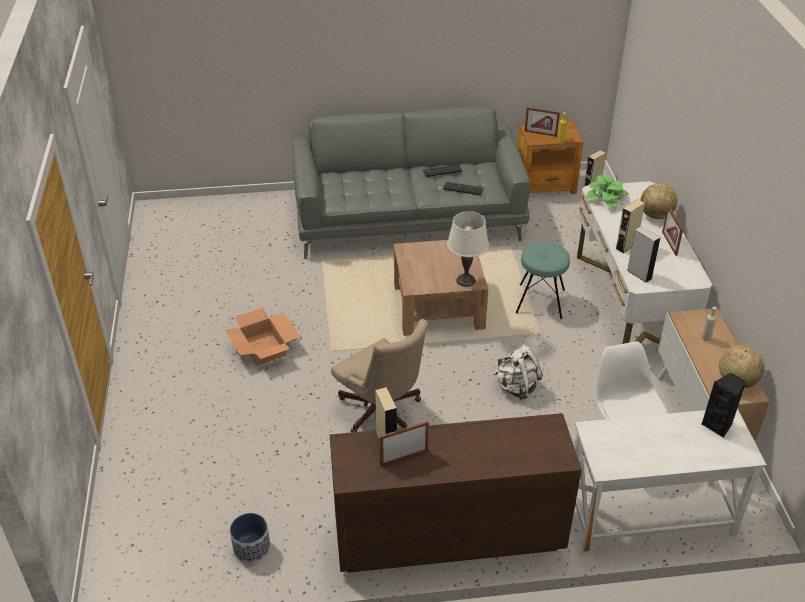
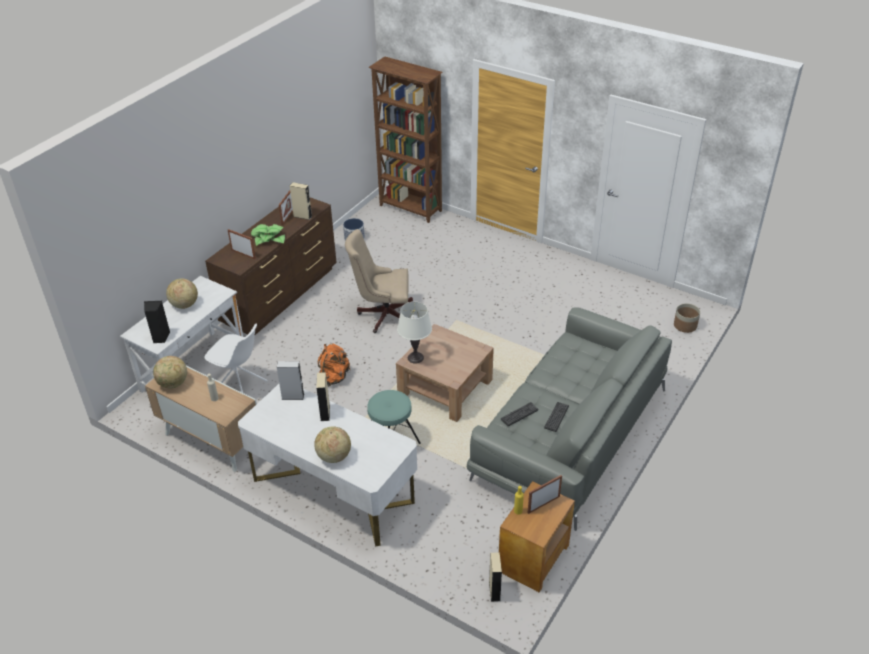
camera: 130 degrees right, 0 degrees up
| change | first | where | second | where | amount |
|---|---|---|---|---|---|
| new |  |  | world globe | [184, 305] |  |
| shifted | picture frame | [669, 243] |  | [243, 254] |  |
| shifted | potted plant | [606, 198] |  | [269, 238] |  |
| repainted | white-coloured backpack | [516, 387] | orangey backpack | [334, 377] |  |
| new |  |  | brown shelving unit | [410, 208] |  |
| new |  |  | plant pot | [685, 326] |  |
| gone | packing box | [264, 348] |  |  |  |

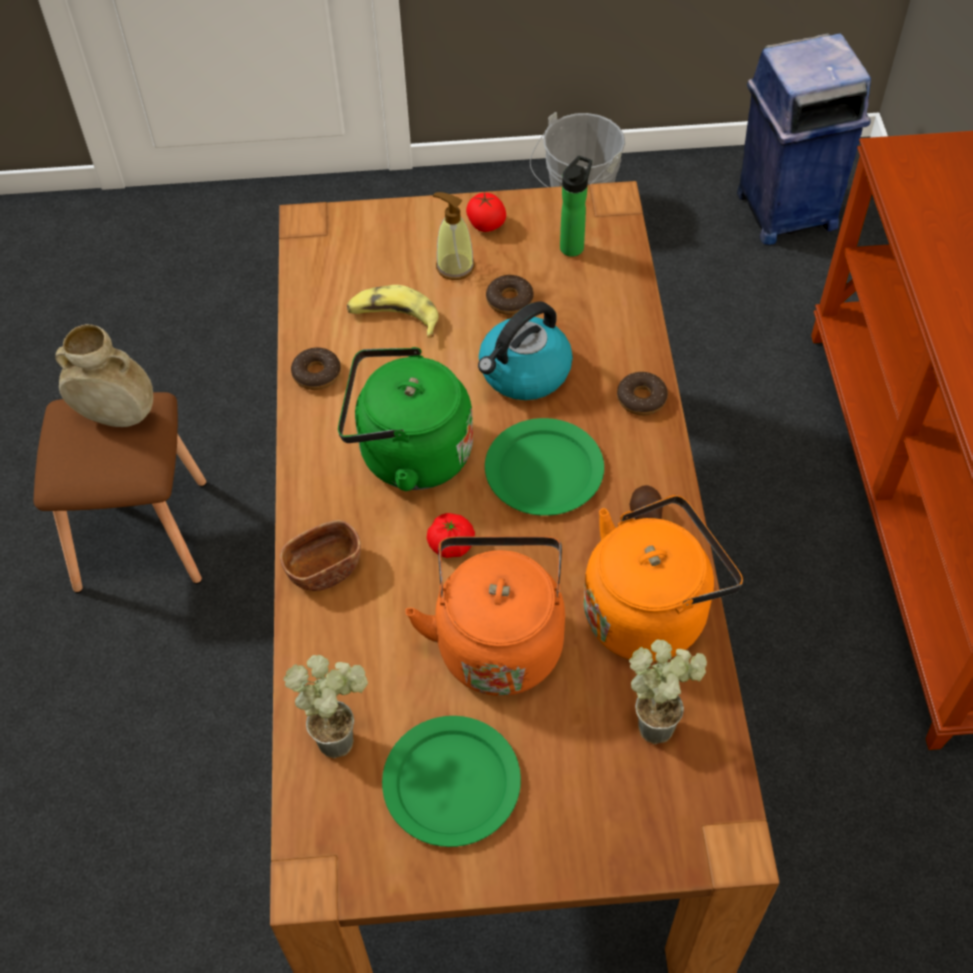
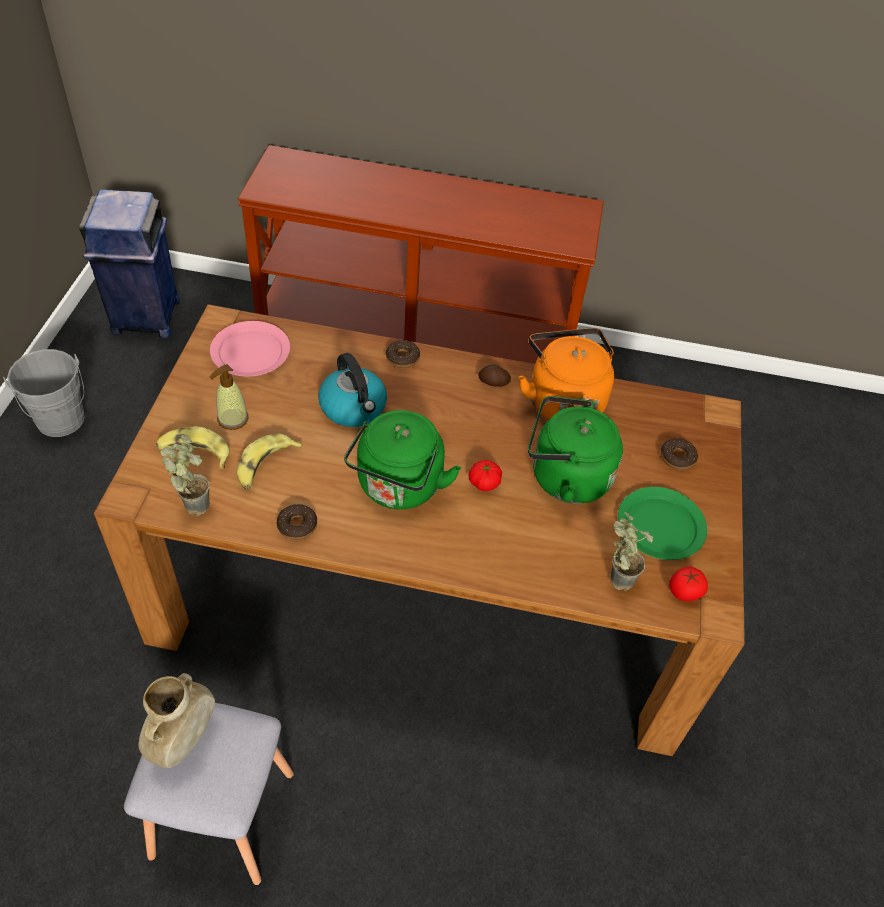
camera: 80 degrees left, 5 degrees down
| change | first | where | second | where | amount |
|---|---|---|---|---|---|
| repainted | brown stool | [140, 532] | greyish stool | [220, 815] |  |
| new |  |  | banana | [194, 453] |  |
| shifted | potted plant | [661, 720] |  | [193, 502] |  |
| swapped | bottle | [573, 245] | pink-coloured plate | [250, 351] |  |
| repainted | orangey tea kettle | [498, 640] | green tea kettle | [564, 477] |  |
| shifted | ring doughnut | [509, 300] |  | [677, 457] |  |
| shifted | whole tomato | [486, 224] |  | [684, 592] |  |
| gone | brown bowl | [324, 568] |  |  |  |
| gone | green plate | [543, 470] |  |  |  |

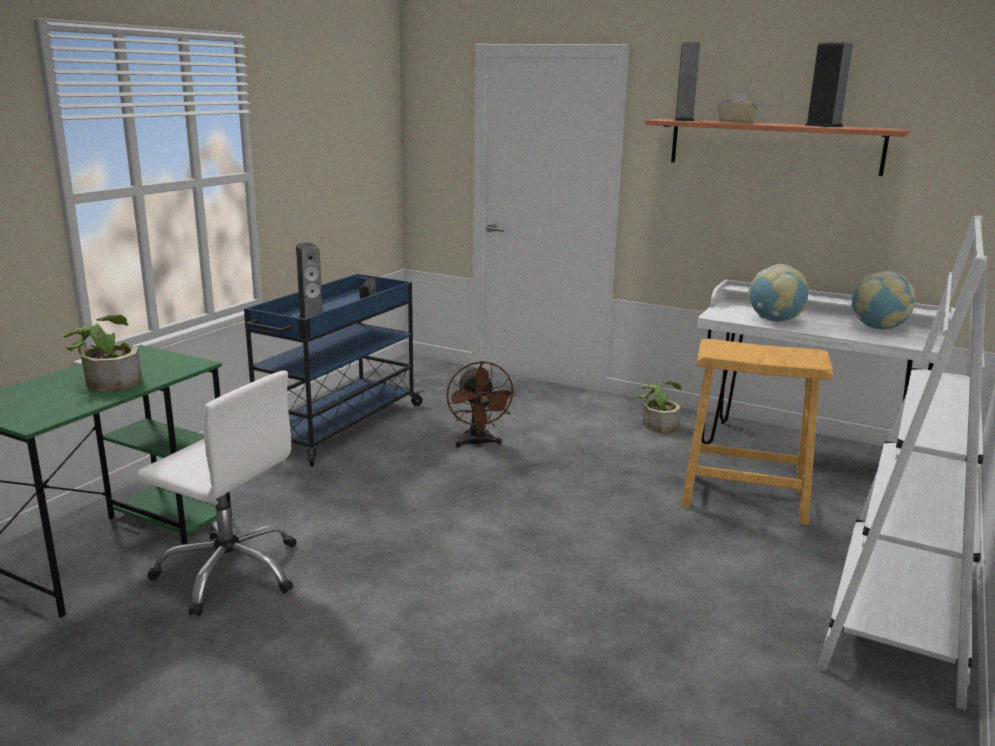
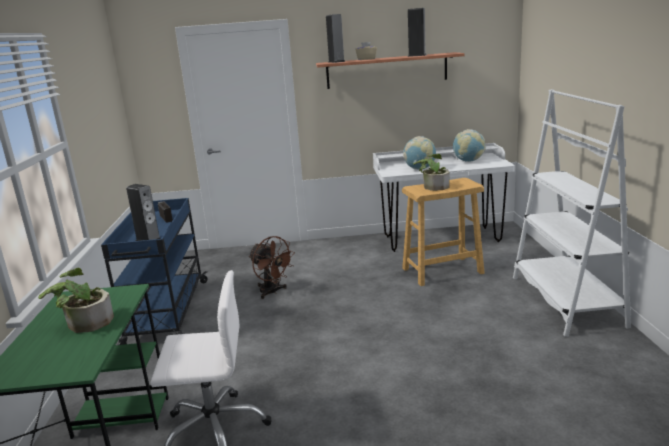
camera: 30 degrees left, 0 degrees up
| change | first | where | second | where | amount |
|---|---|---|---|---|---|
| shifted | potted plant | [658, 424] |  | [433, 186] |  |

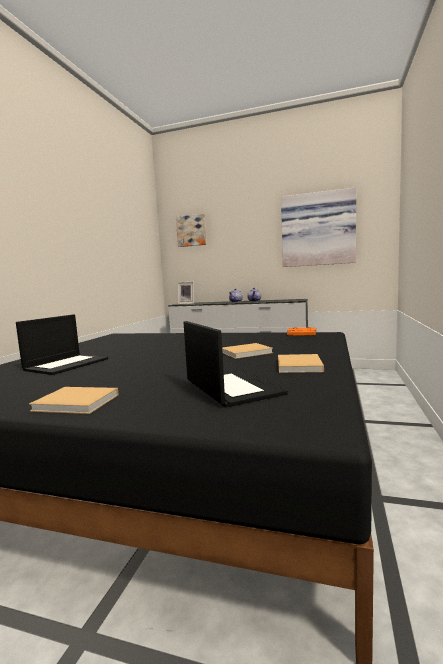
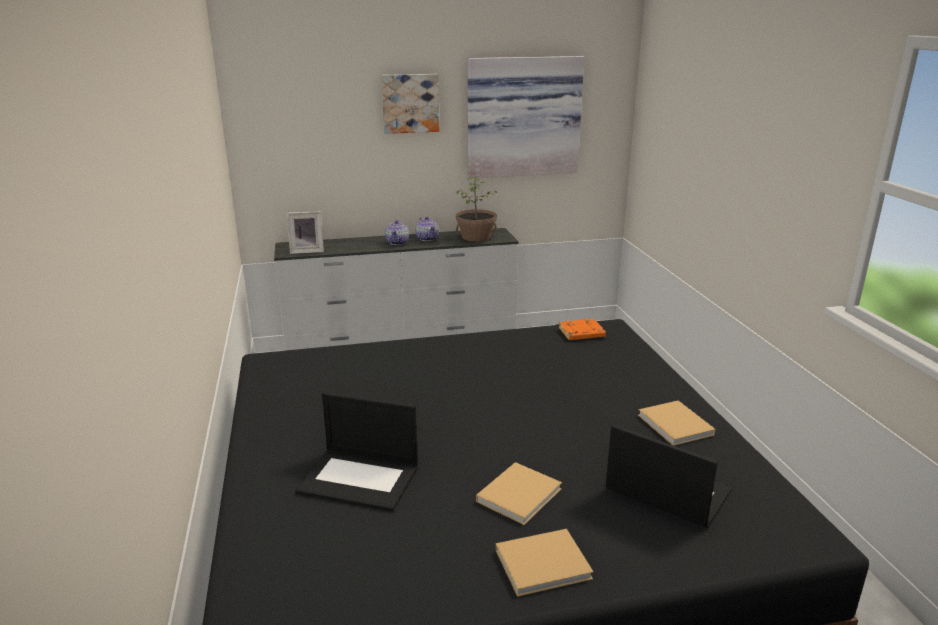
camera: 30 degrees left, 15 degrees up
| change | first | where | second | where | amount |
|---|---|---|---|---|---|
| rotated | laptop | [67, 364] |  | [360, 479] | 105 degrees clockwise |
| shifted | picture | [191, 230] |  | [410, 103] |  |
| new |  |  | potted plant | [476, 237] |  |
| shifted | beige book | [247, 352] |  | [520, 494] |  |

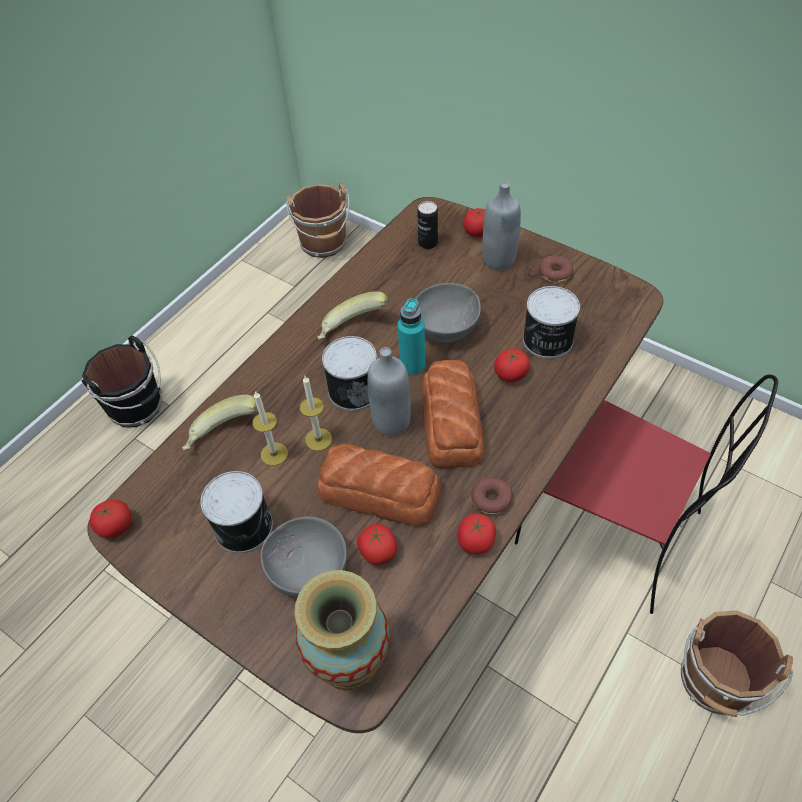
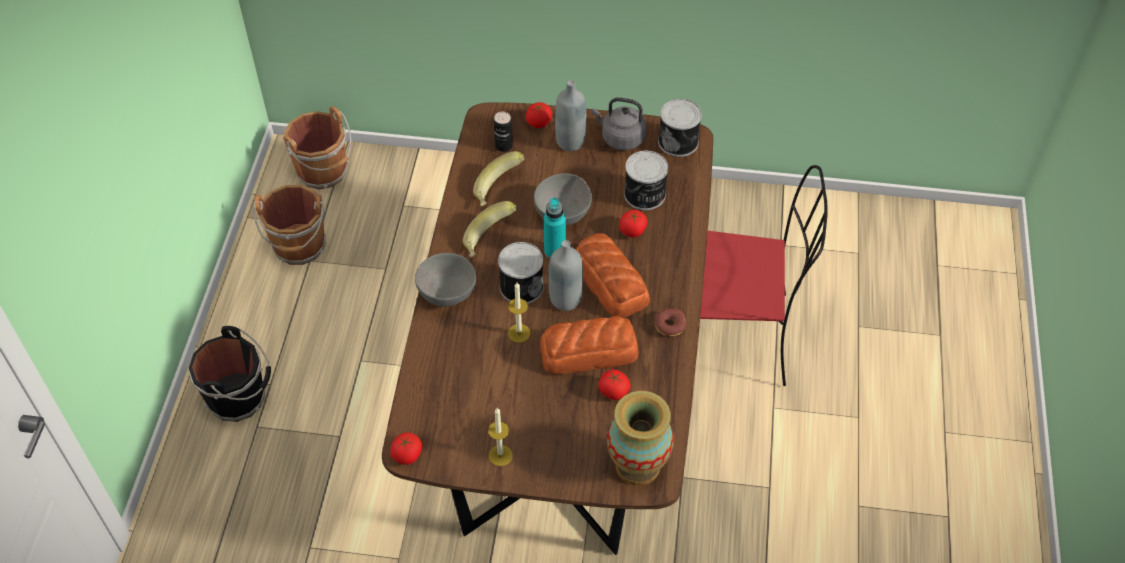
camera: 30 degrees left, 0 degrees up
| change | first | where | second | where | amount |
|---|---|---|---|---|---|
| shifted | brown water bucket | [715, 683] |  | [299, 247] |  |
| shifted | greyish bowl | [307, 569] |  | [445, 292] |  |
| shifted | banana | [224, 436] |  | [499, 190] |  |
| shifted | candle | [274, 454] |  | [500, 455] |  |
| swapped | ring doughnut | [555, 273] | greyish tea kettle | [621, 138] |  |
| shifted | can | [245, 526] |  | [679, 141] |  |
| gone | whole tomato | [476, 541] |  |  |  |

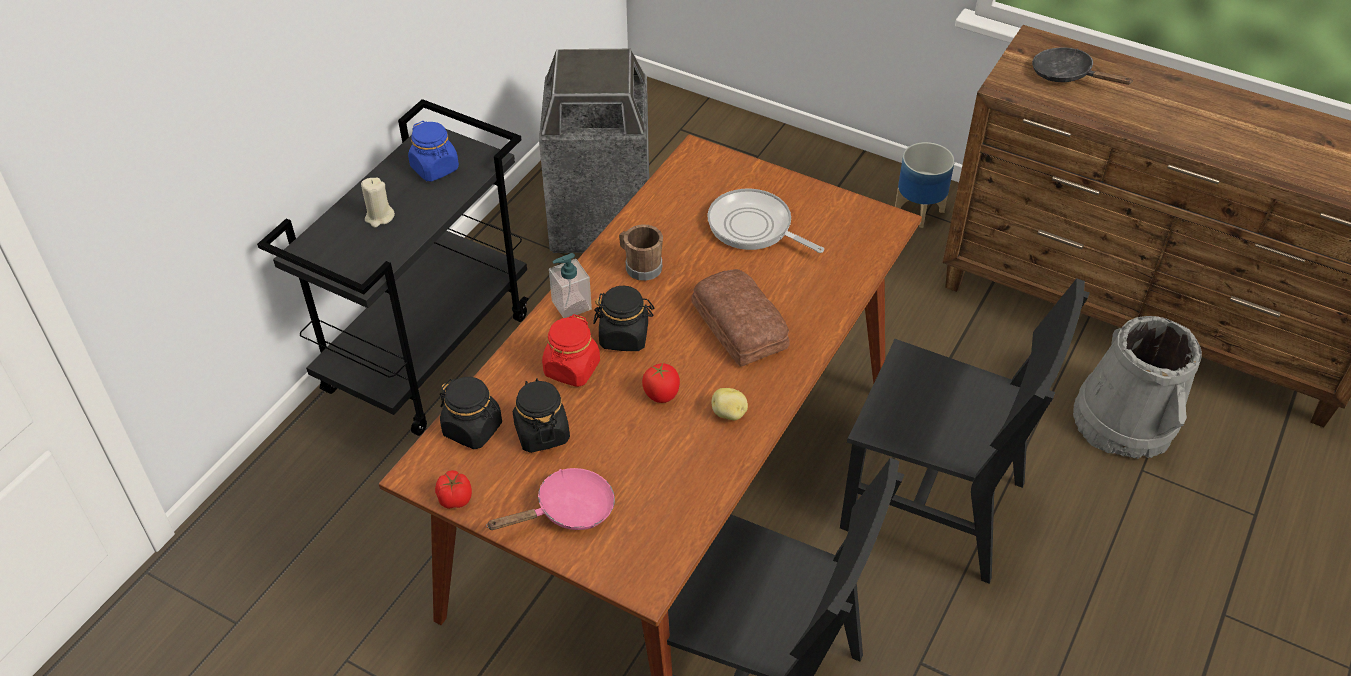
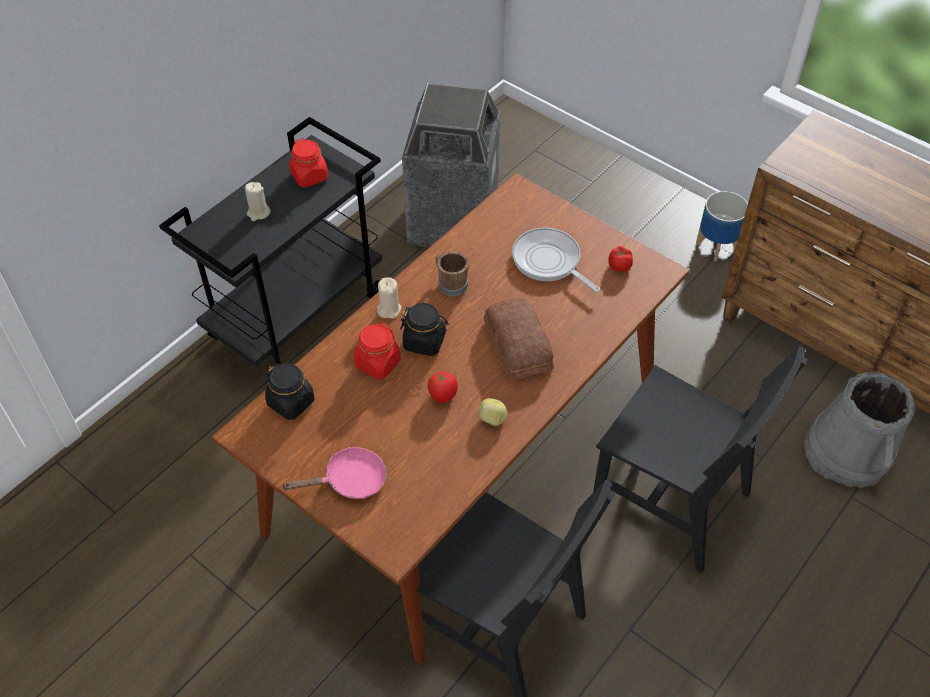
camera: 10 degrees right, 5 degrees up
| change | first | where | second | where | amount |
|---|---|---|---|---|---|
| repainted | bluish preserve jar | [435, 168] | reddish preserve jar | [310, 176] |  |
| swapped | soap dispenser | [571, 305] | beige candle | [389, 309] |  |
| shifted | whole tomato | [455, 498] |  | [619, 265] |  |
| gone | black preserve jar | [541, 433] |  |  |  |
| gone | black skillet | [1067, 75] |  |  |  |

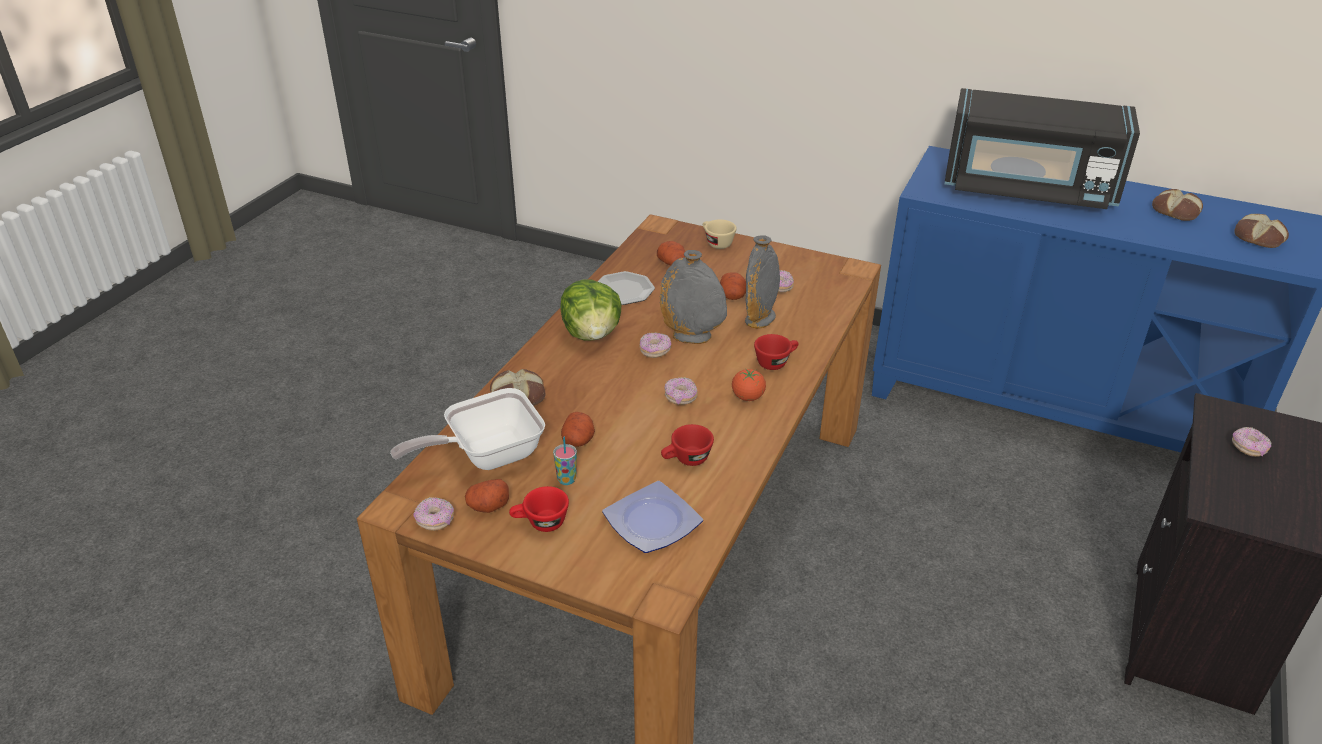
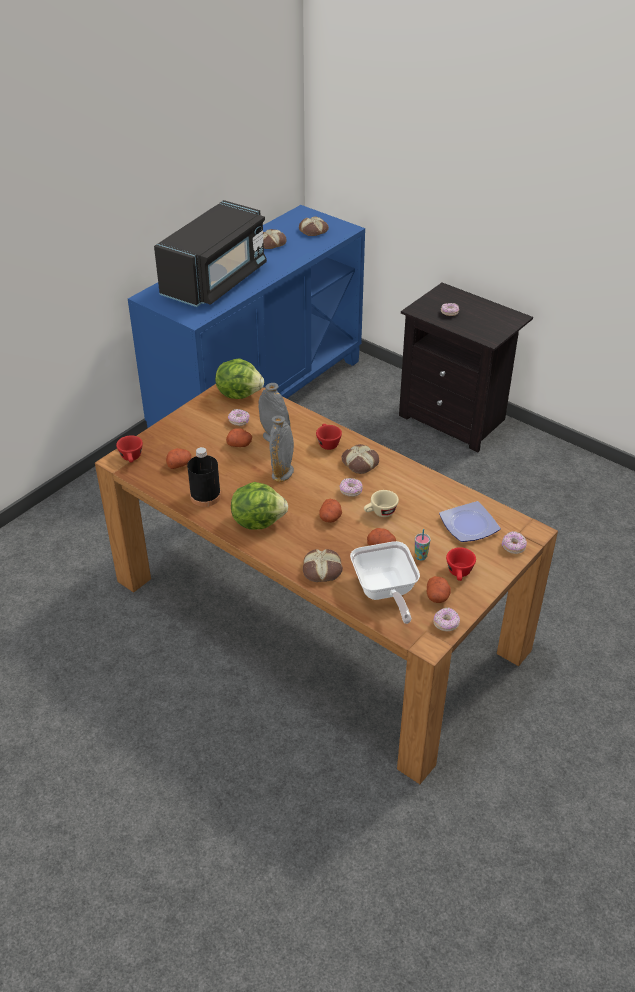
camera: 75 degrees left, 5 degrees up
| change | first | where | second | where | amount |
|---|---|---|---|---|---|
| shifted | reddish cup | [686, 460] |  | [132, 458] |  |
| swapped | plate | [623, 290] | black bottle | [205, 496] |  |
| new |  |  | head of lettuce | [239, 393] |  |
| new |  |  | potato | [330, 518] |  |
| swapped | whole tomato | [747, 397] | bread | [360, 462] |  |
| shifted | beige cup | [716, 243] |  | [380, 513] |  |
| shifted | ring doughnut | [655, 351] |  | [513, 547] |  |

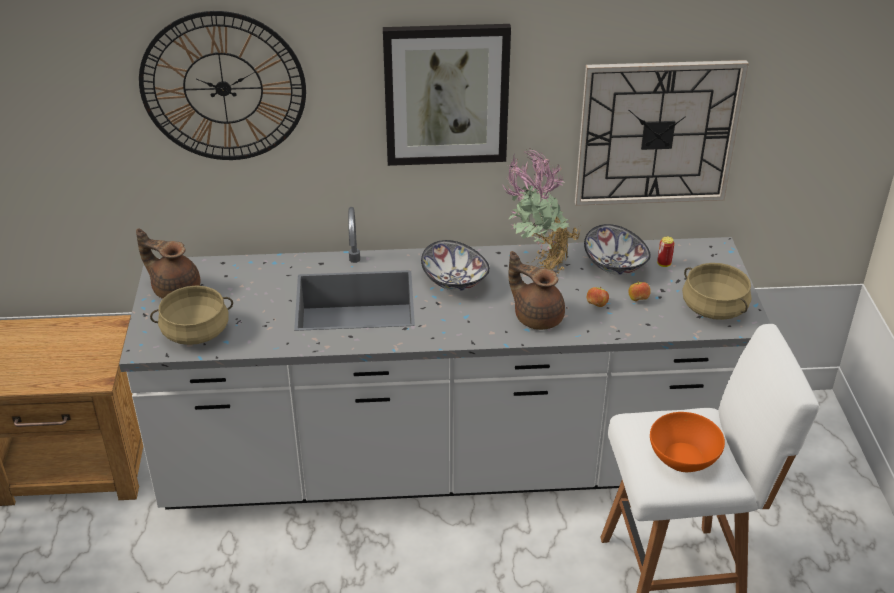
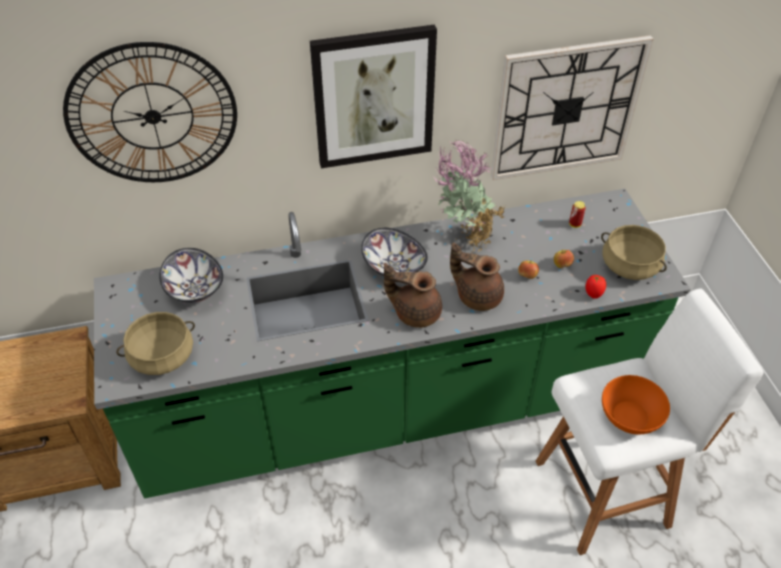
camera: 10 degrees left, 10 degrees up
| change | first | where | second | where | amount |
|---|---|---|---|---|---|
| repainted | white-coloured kitchen counter | [447, 463] | green kitchen counter | [390, 407] |  |
| shifted | bowl | [614, 265] |  | [194, 289] |  |
| shifted | brown teapot | [175, 289] |  | [415, 312] |  |
| new |  |  | whole tomato | [593, 294] |  |

